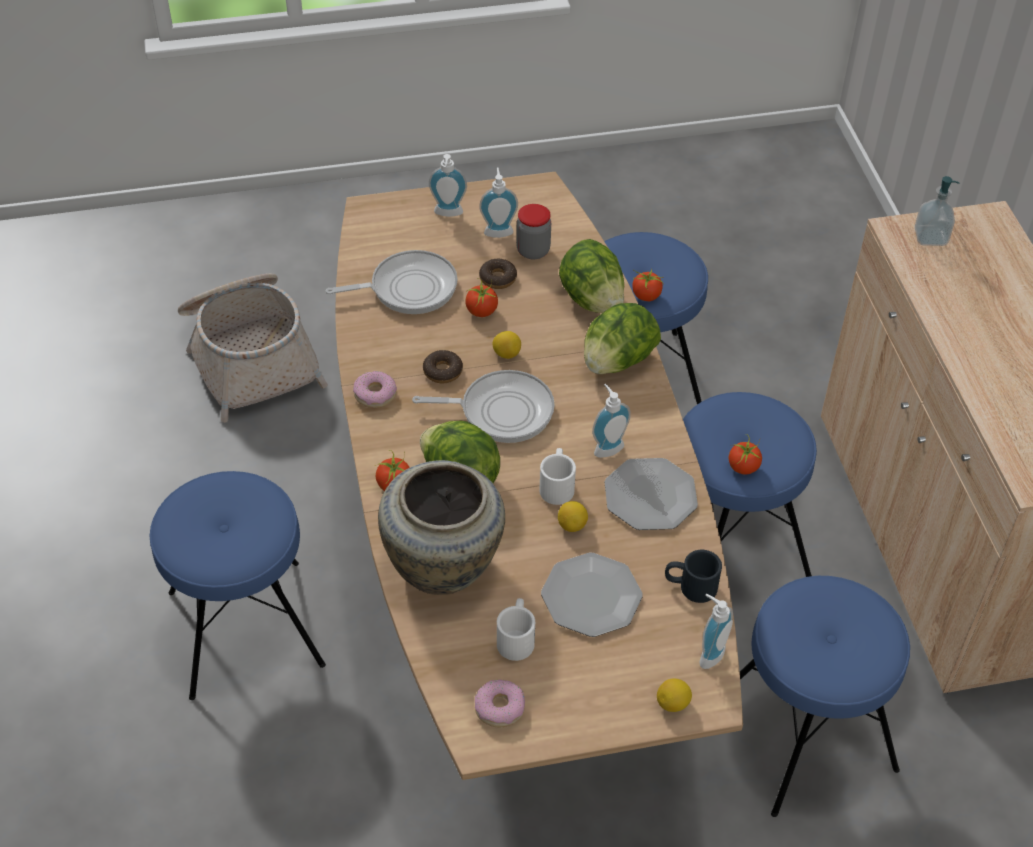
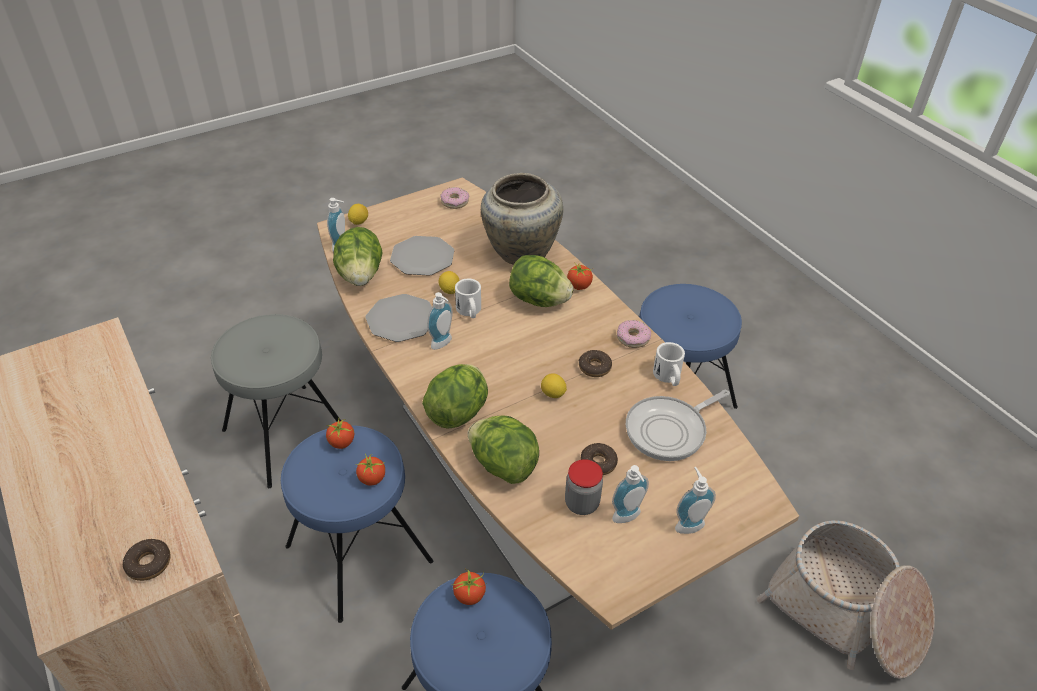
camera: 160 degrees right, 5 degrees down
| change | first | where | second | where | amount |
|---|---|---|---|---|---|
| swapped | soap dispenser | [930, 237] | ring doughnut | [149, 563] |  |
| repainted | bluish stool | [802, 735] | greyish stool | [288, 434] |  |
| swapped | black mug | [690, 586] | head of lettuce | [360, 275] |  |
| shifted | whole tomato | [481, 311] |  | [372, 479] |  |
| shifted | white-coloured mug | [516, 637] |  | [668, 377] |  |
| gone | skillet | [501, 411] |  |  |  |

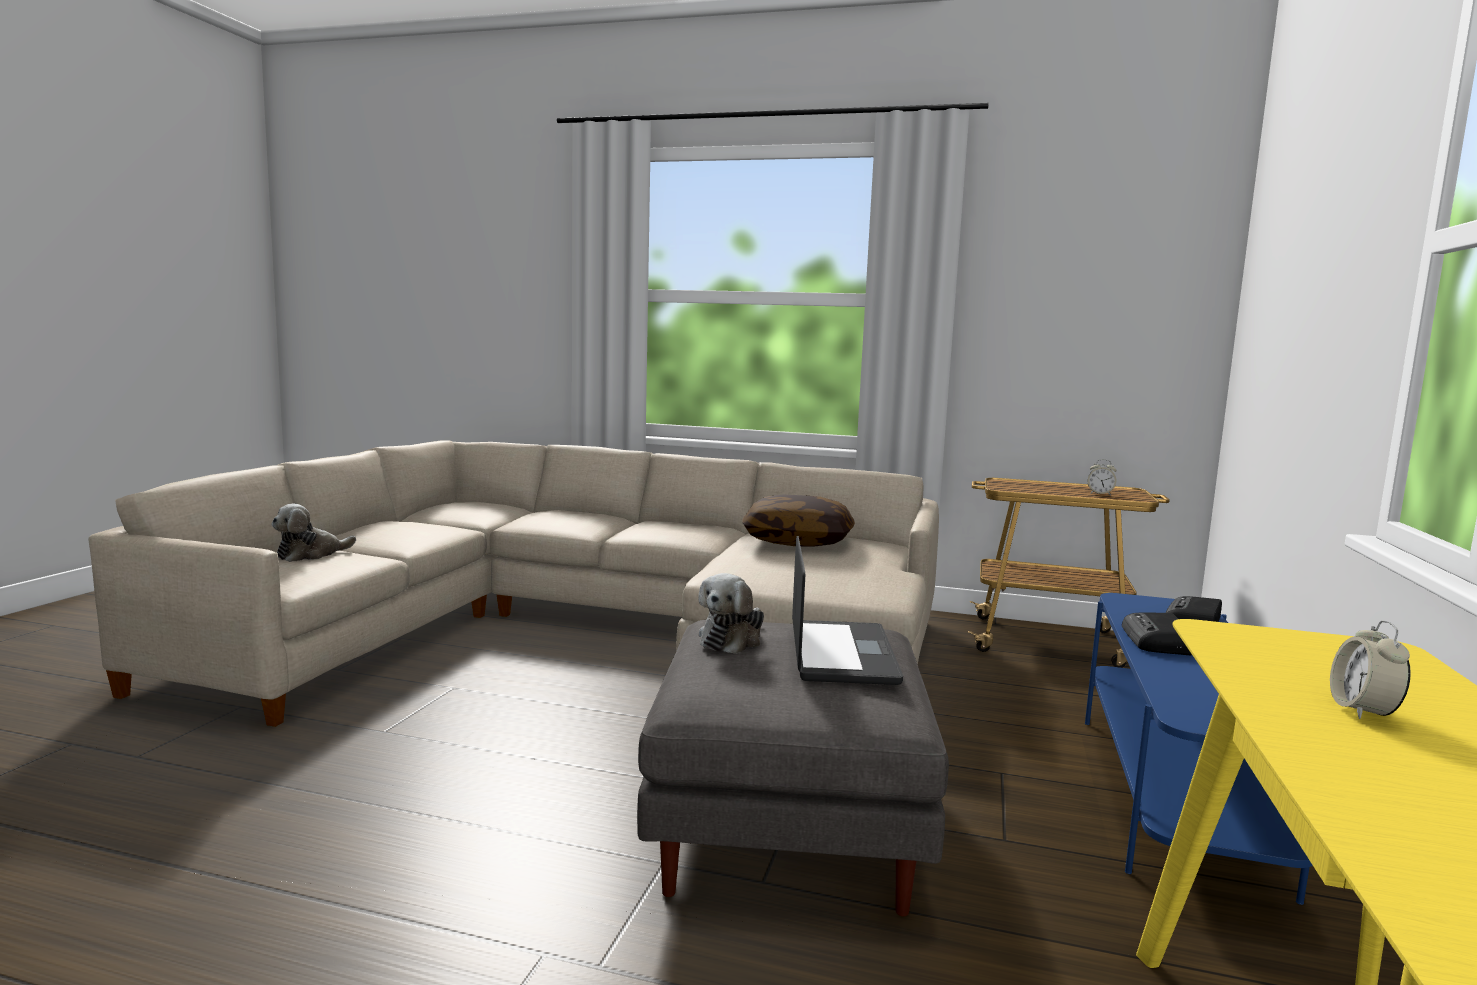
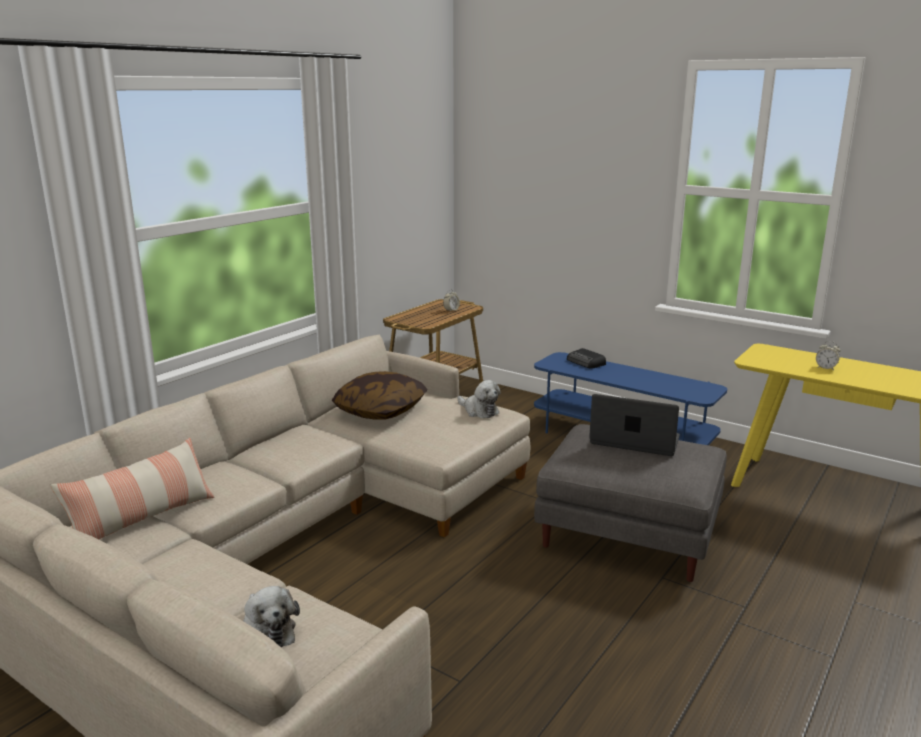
camera: 70 degrees left, 10 degrees up
| change | first | where | second | where | amount |
|---|---|---|---|---|---|
| new |  |  | throw pillow | [142, 519] |  |
| shifted | plush toy | [732, 639] |  | [479, 411] |  |
| gone | radio | [1157, 641] |  |  |  |

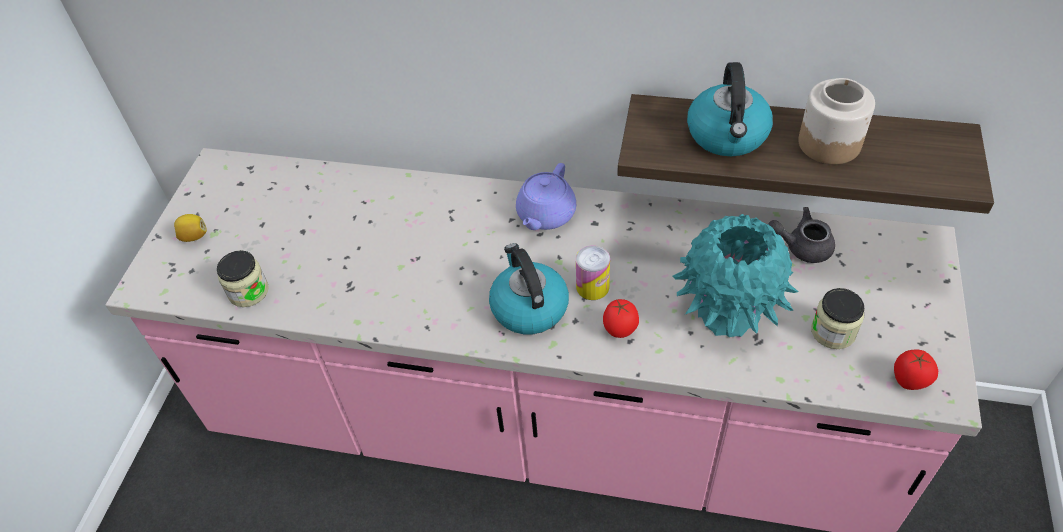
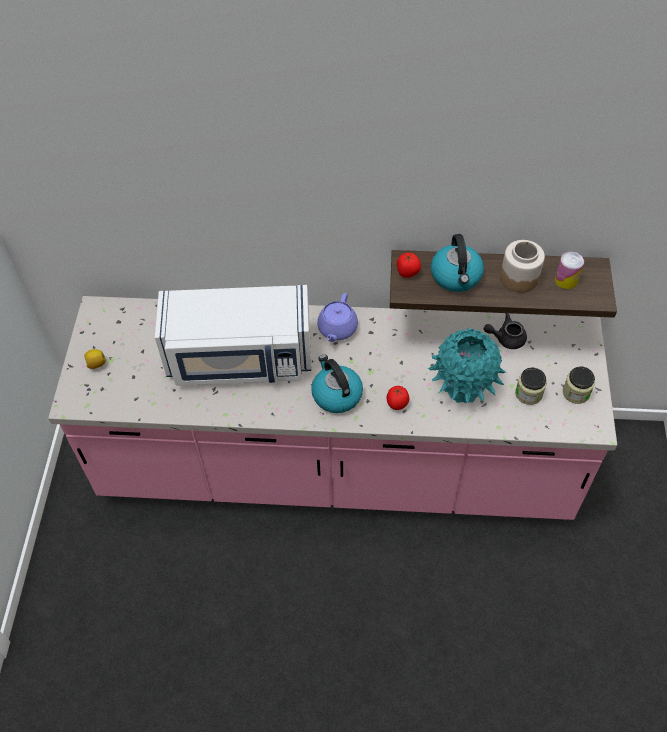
camera: 10 degrees left, 5 degrees up
| change | first | where | second | where | amount |
|---|---|---|---|---|---|
| new |  |  | white-coloured microwave | [240, 359] |  |
| shifted | whole tomato | [909, 381] |  | [407, 273] |  |
| shifted | can | [592, 287] |  | [566, 280] |  |
| shifted | preserve jar | [248, 291] |  | [576, 392] |  |

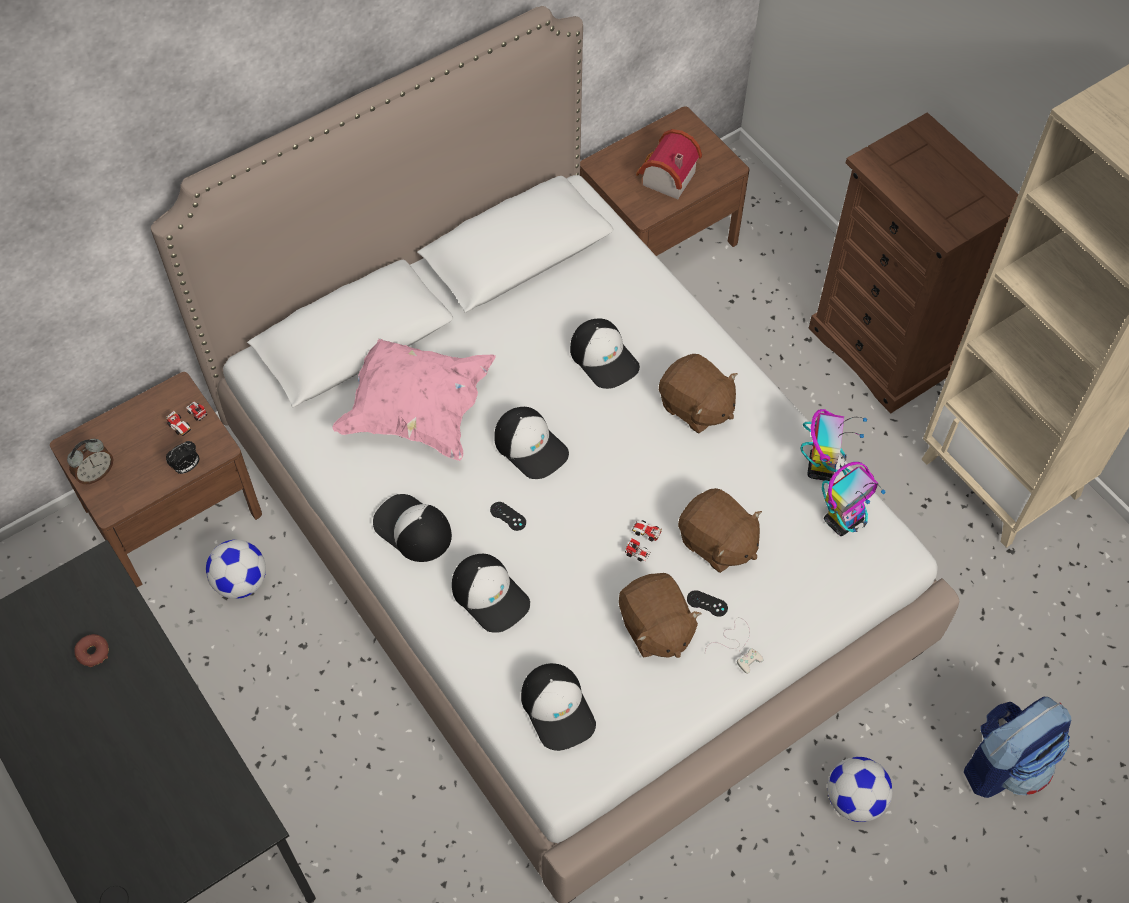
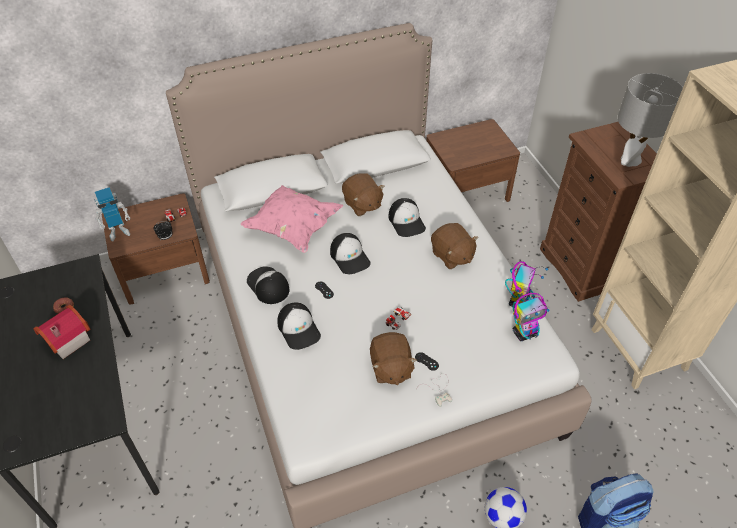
camera: 15 degrees right, 10 degrees down
| change | first | where | second | where | amount |
|---|---|---|---|---|---|
| shifted | toy house | [664, 178] |  | [65, 340] |  |
| swapped | table clock | [96, 474] | robot figure | [118, 231] |  |
| shifted | brown plush toy | [717, 543] |  | [362, 204] |  |
| new |  |  | greyish table lamp | [630, 160] |  |
| gone | football | [240, 582] |  |  |  |
| gone | cap | [558, 708] |  |  |  |

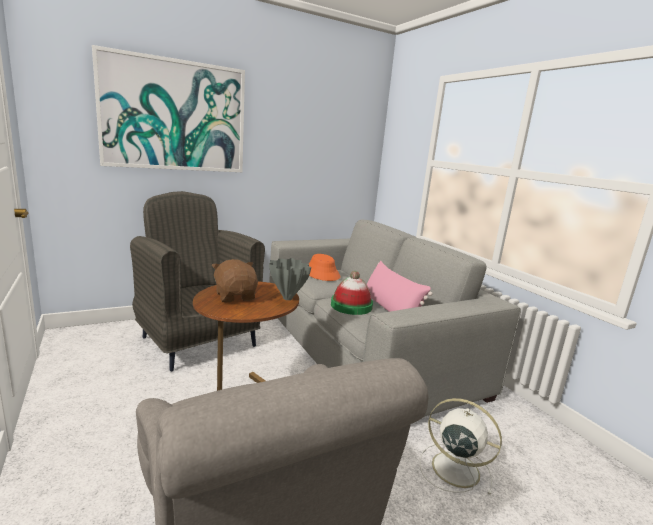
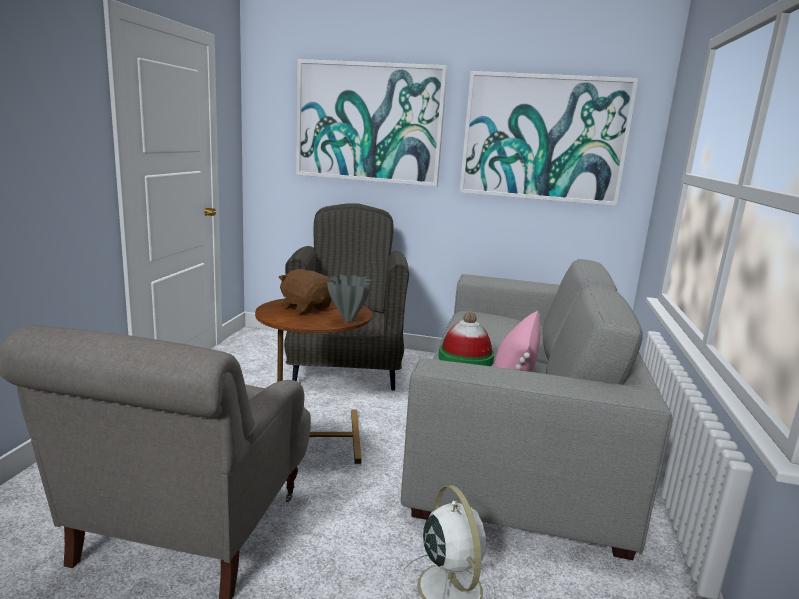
camera: 40 degrees right, 0 degrees up
| change | first | where | second | where | amount |
|---|---|---|---|---|---|
| rotated | brown plush toy | [235, 296] |  | [306, 308] | 60 degrees counterclockwise |
| new |  |  | picture | [543, 138] |  |
| gone | orangey wearable hat | [321, 273] |  |  |  |

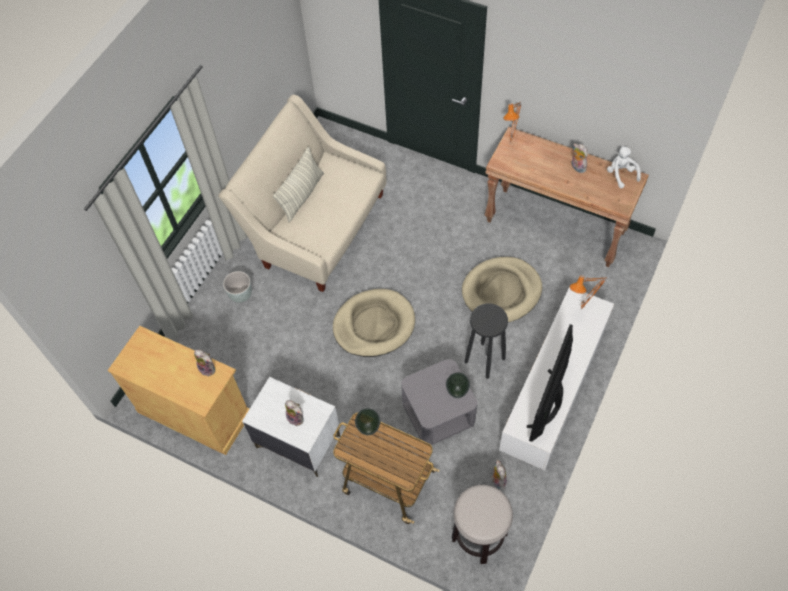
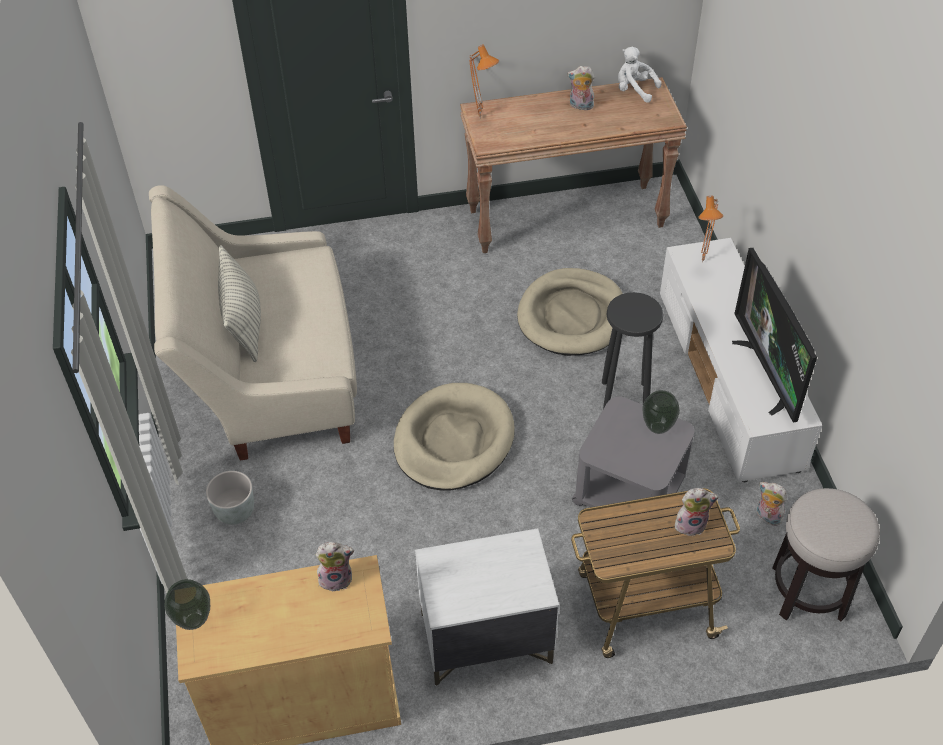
camera: 40 degrees left, 10 degrees down
| change | first | where | second | where | amount |
|---|---|---|---|---|---|
| shifted | vase | [369, 428] |  | [194, 620] |  |
| shifted | plush toy | [296, 418] |  | [691, 524] |  |

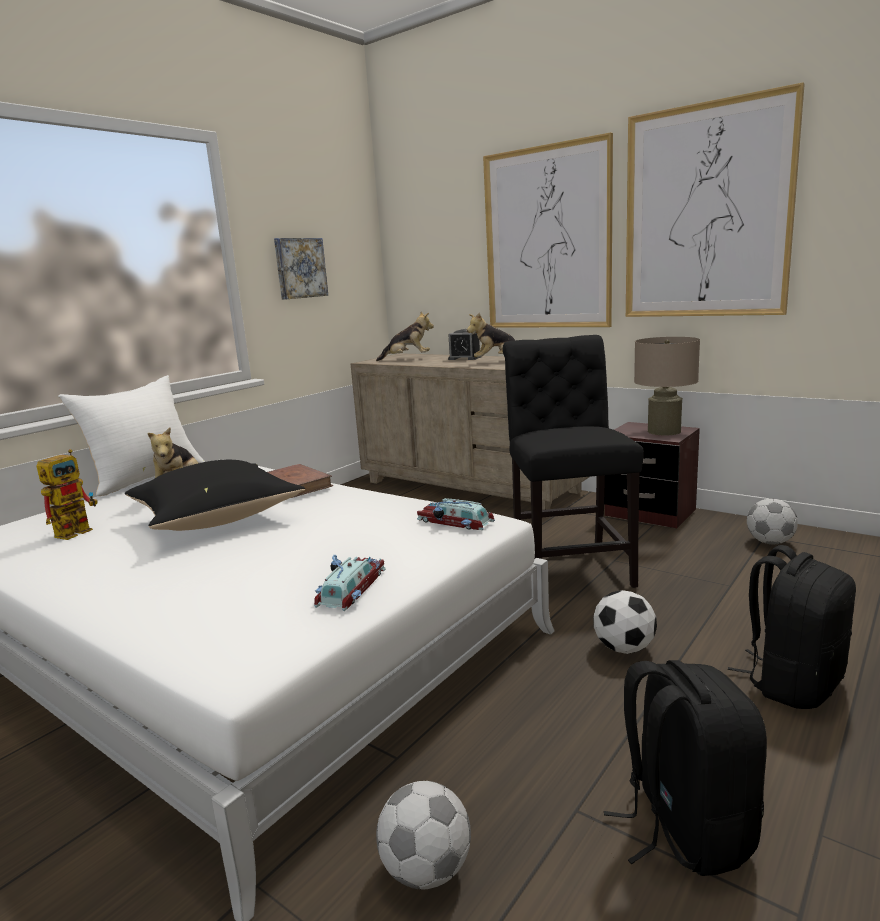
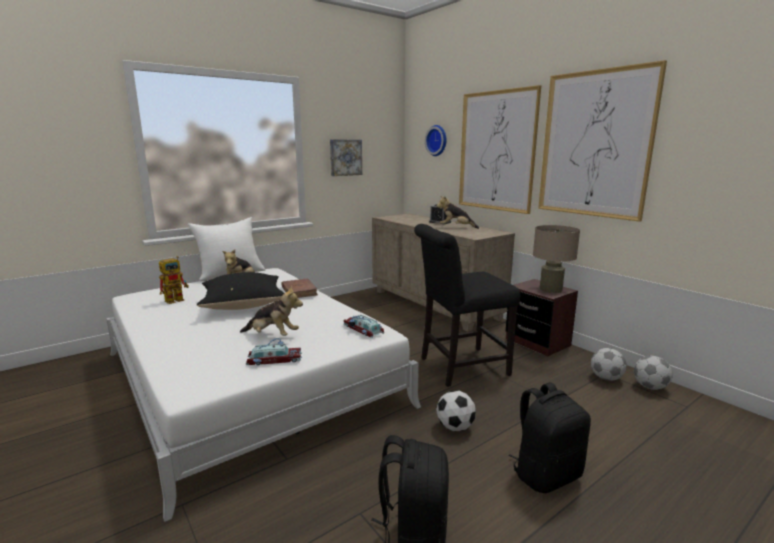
camera: 15 degrees right, 0 degrees up
| change | first | where | second | where | amount |
|---|---|---|---|---|---|
| shifted | plush toy | [407, 359] |  | [272, 335] |  |
| rotated | model car | [349, 590] |  | [274, 359] | 45 degrees clockwise |
| rotated | black upright chair | [569, 565] |  | [459, 367] | 120 degrees counterclockwise |
| new |  |  | wall clock | [437, 140] |  |
| shifted | football | [426, 870] |  | [649, 387] |  |

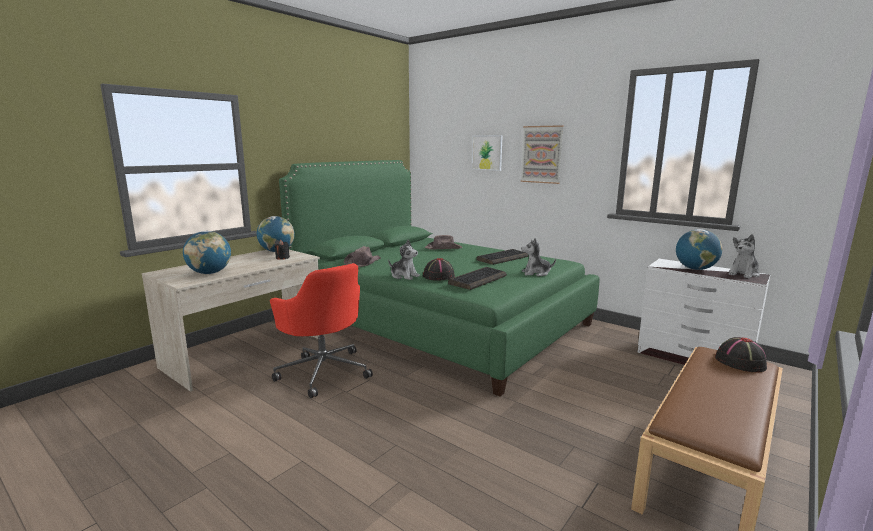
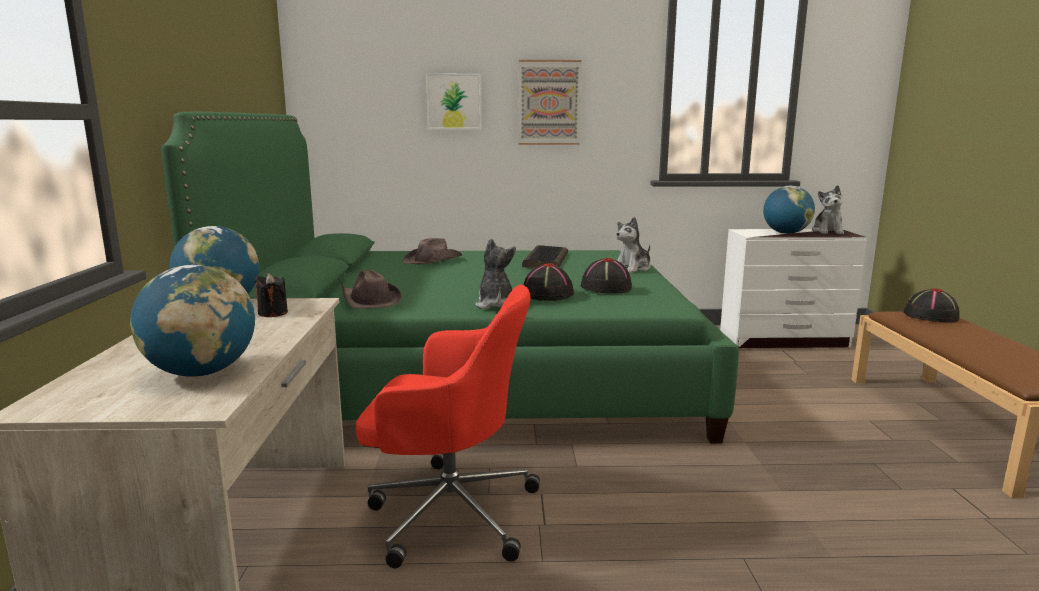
camera: 40 degrees left, 0 degrees up
| change | first | where | second | where | amount |
|---|---|---|---|---|---|
| rotated | plush toy | [404, 276] |  | [495, 305] | 90 degrees counterclockwise |
| swapped | computer keyboard | [478, 279] | black wearable hat | [605, 287] |  |

